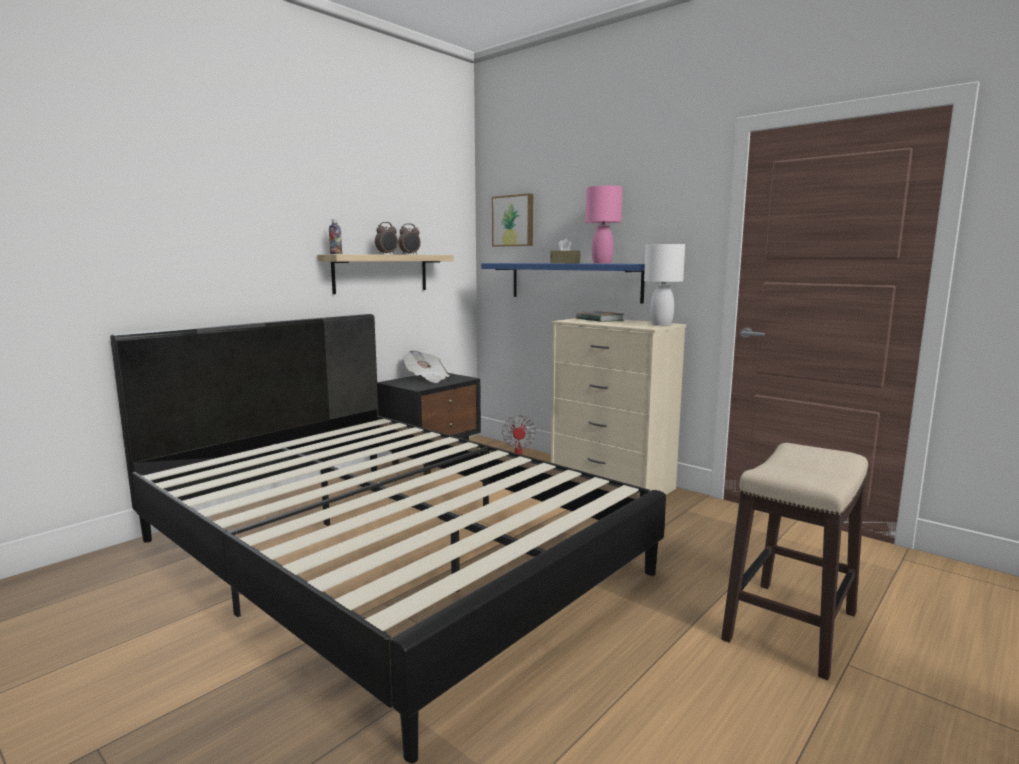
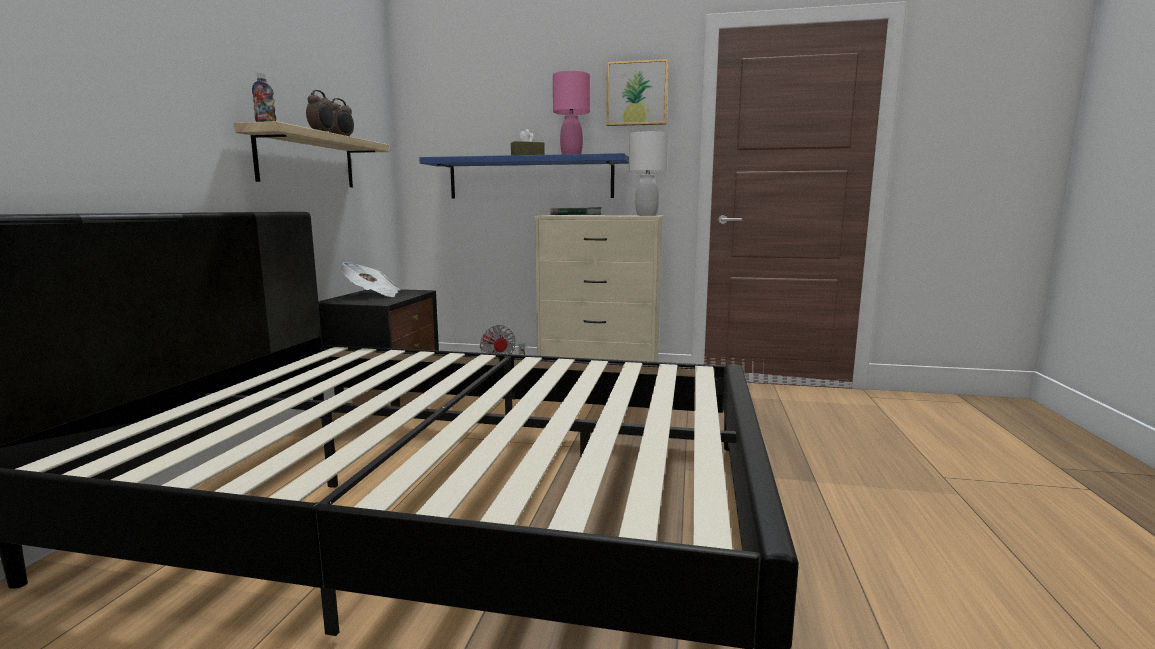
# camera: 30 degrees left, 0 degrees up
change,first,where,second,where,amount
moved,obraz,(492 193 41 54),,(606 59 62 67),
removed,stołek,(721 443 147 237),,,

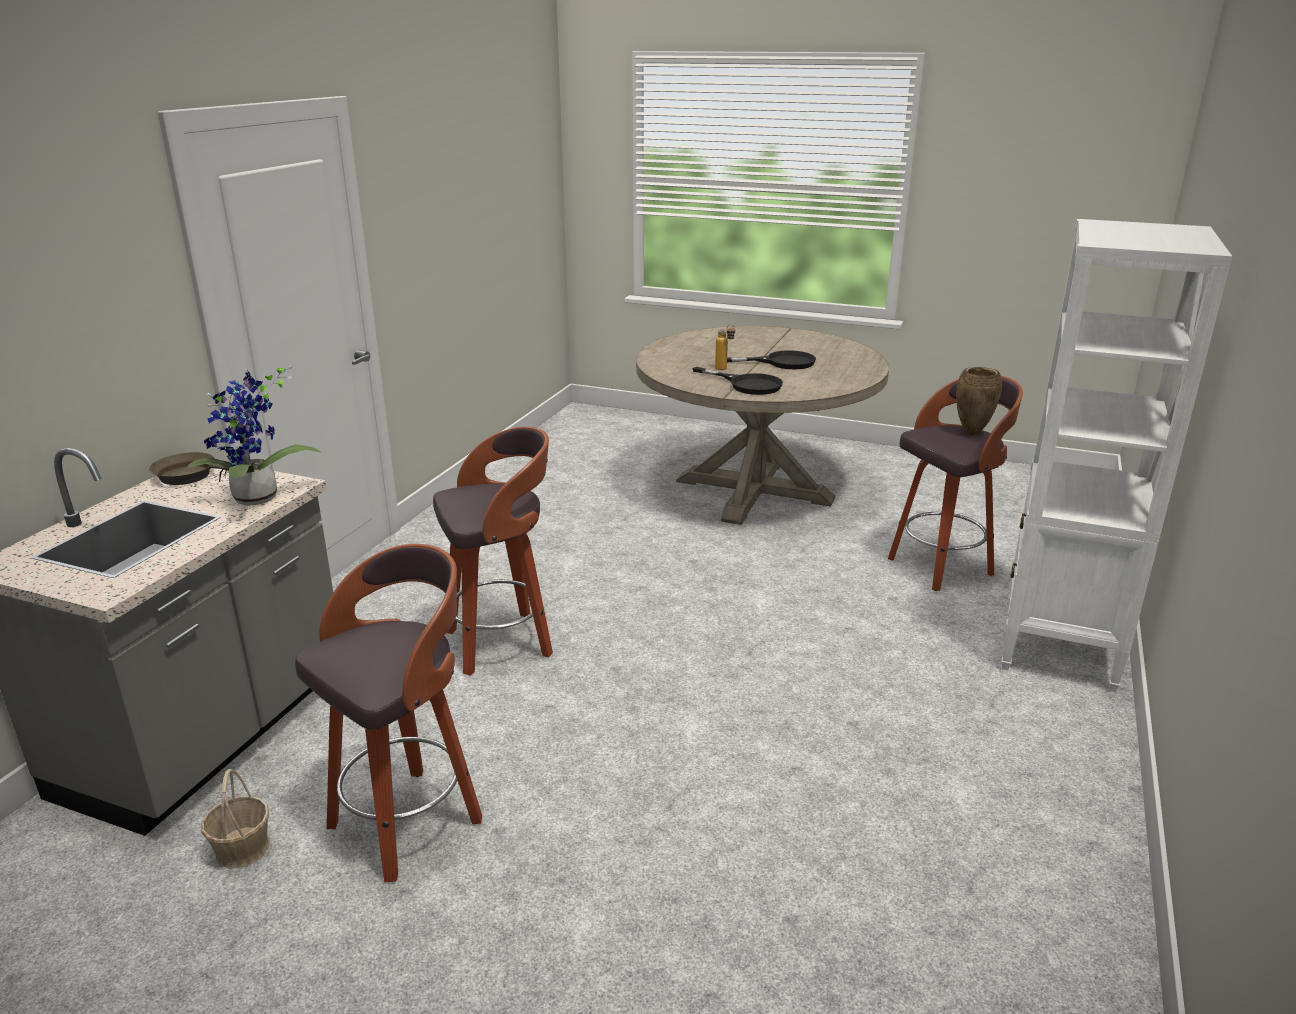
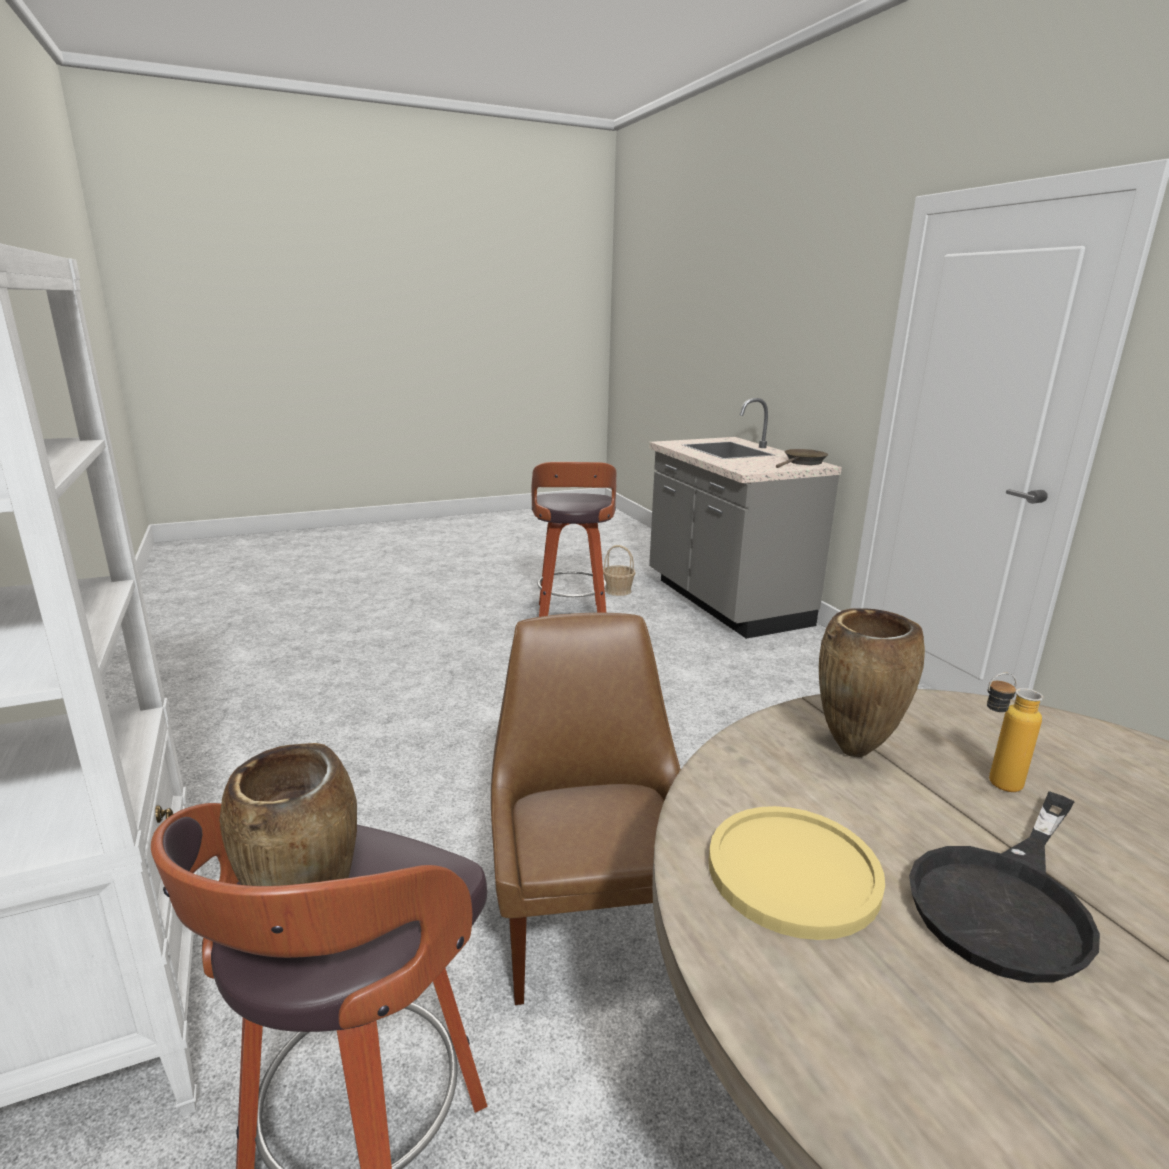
# camera: 135 degrees right, 5 degrees down
change,first,where,second,where,amount
added,,,krzesło/brązowy,(491 613 190 392),
added,,,talerz/żółty,(709 806 176 134),
replaced,patelnia/czarny,(693 367 90 28),wazon/brązowy,(819 608 106 149),
removed,roślina doniczkowa,(186 365 136 141),,,
removed,stołek,(433 426 120 250),,,

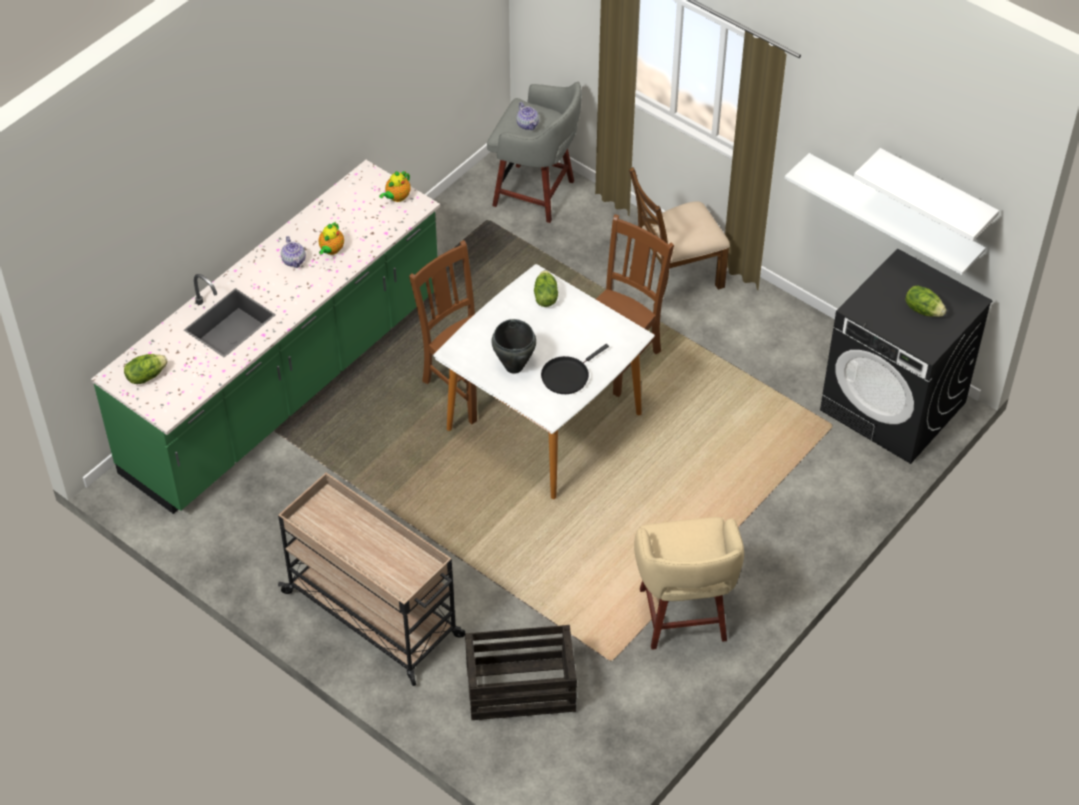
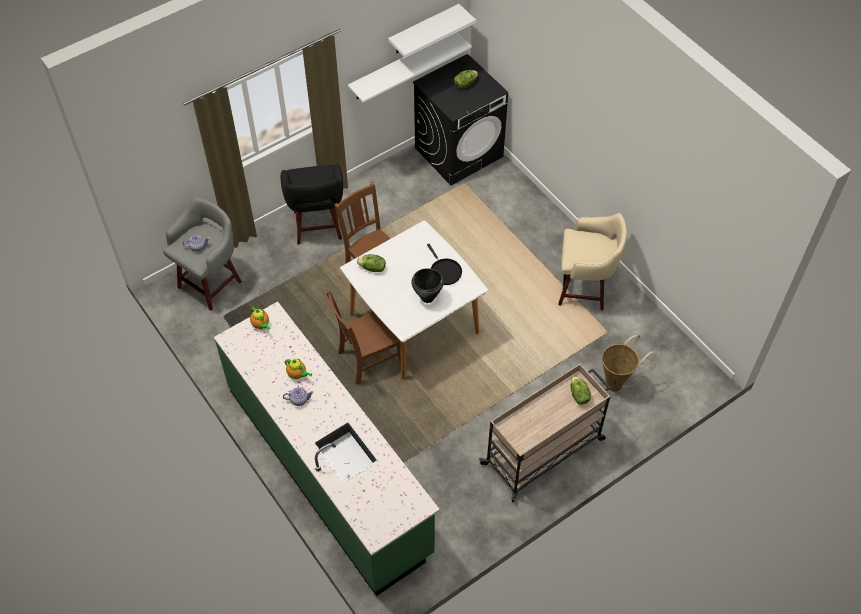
# camera: 75 degrees left, 5 degrees up
change,first,where,second,where,amount
replaced,krzesło/brązowy,(629 167 101 129),stołek/czarny,(281 164 62 81),
moved,sałata,(124 354 44 30),,(571 376 20 29),
replaced,skrzynka,(465 625 112 95),koszyk,(602 334 54 58),

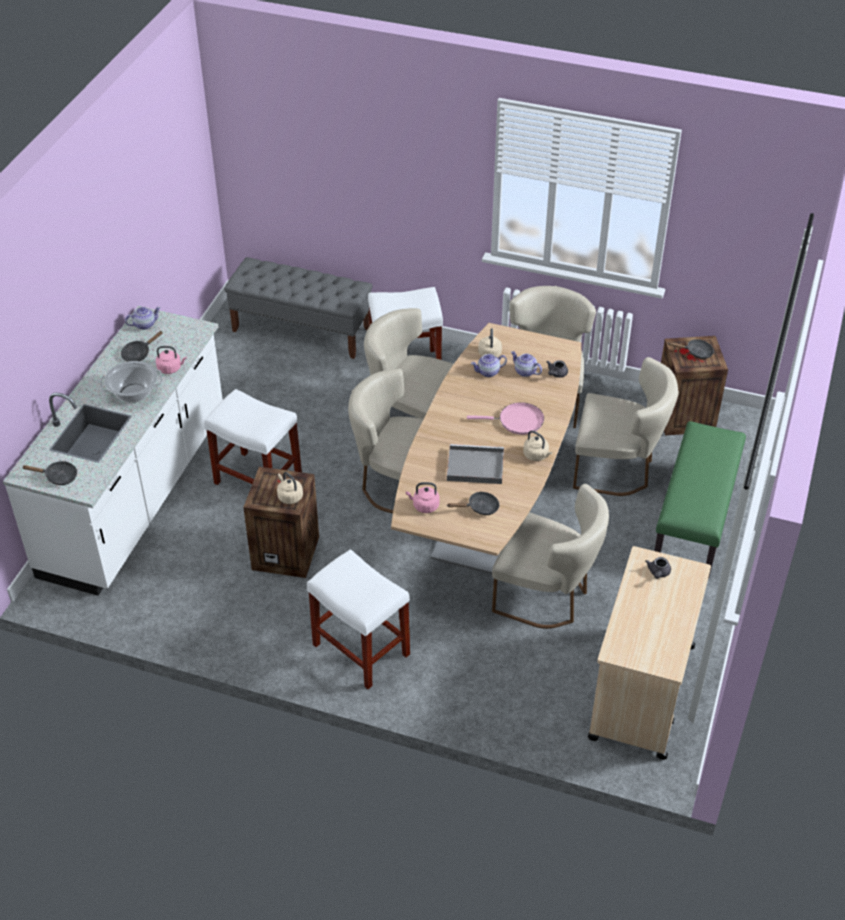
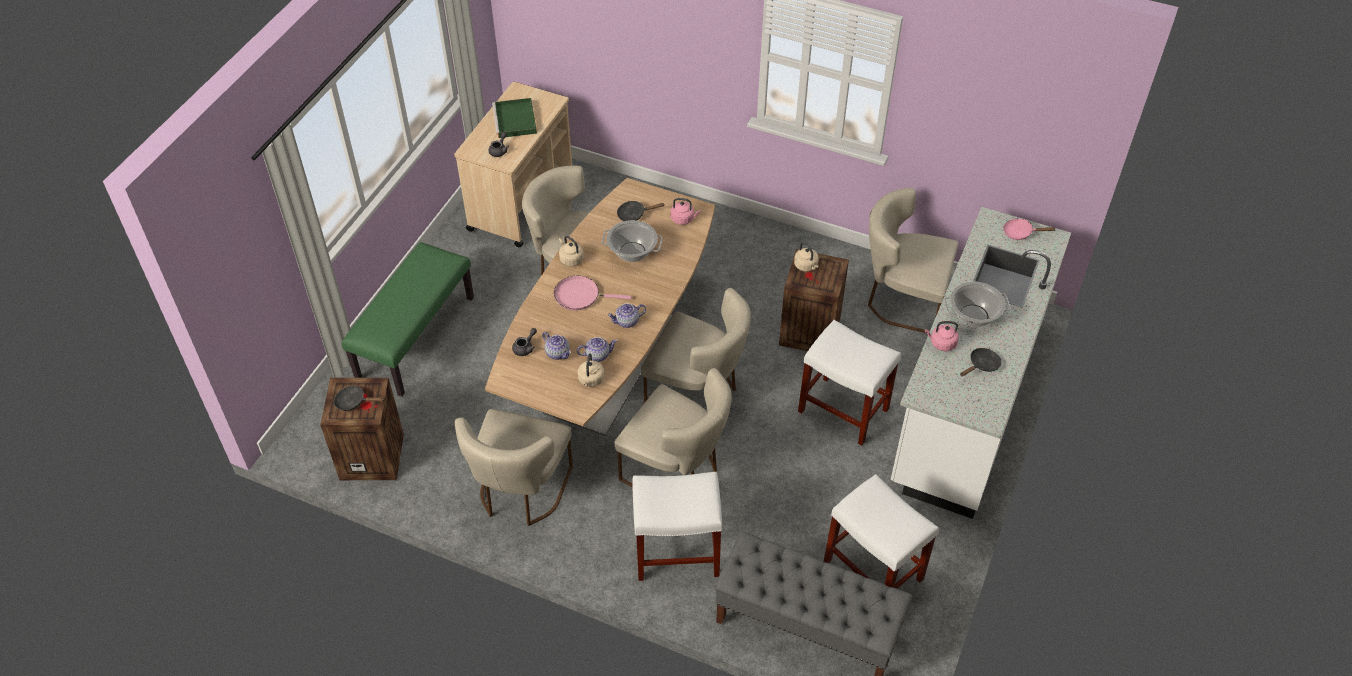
# camera: 175 degrees left, 5 degrees up
change,first,where,second,where,amount
added,,,taca/zielony,(492 98 45 40),
replaced,taca/szary,(447 444 57 40),garnek,(602 220 61 42),
moved,imbryk,(125 307 36 23),,(608 303 38 25),
moved,stołek/biały,(307 549 103 140),,(824 474 115 115),
moved,krzesło/beżowy,(573 357 106 139),,(868 188 90 145),
recoloured,patelnia/czarny,(22 461 55 24),patelnia/różowy,(1003 218 53 22),

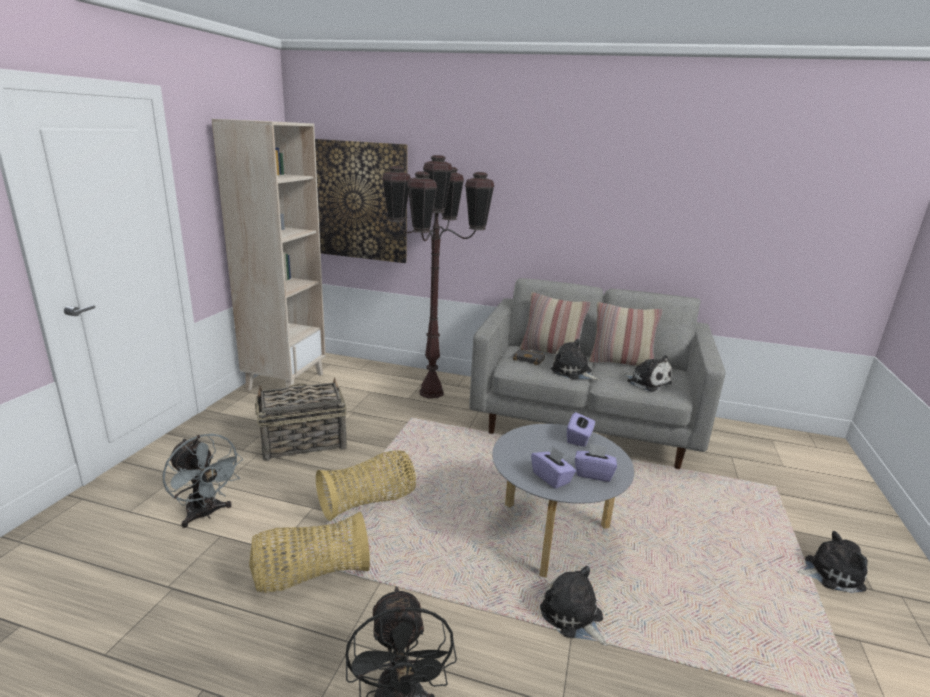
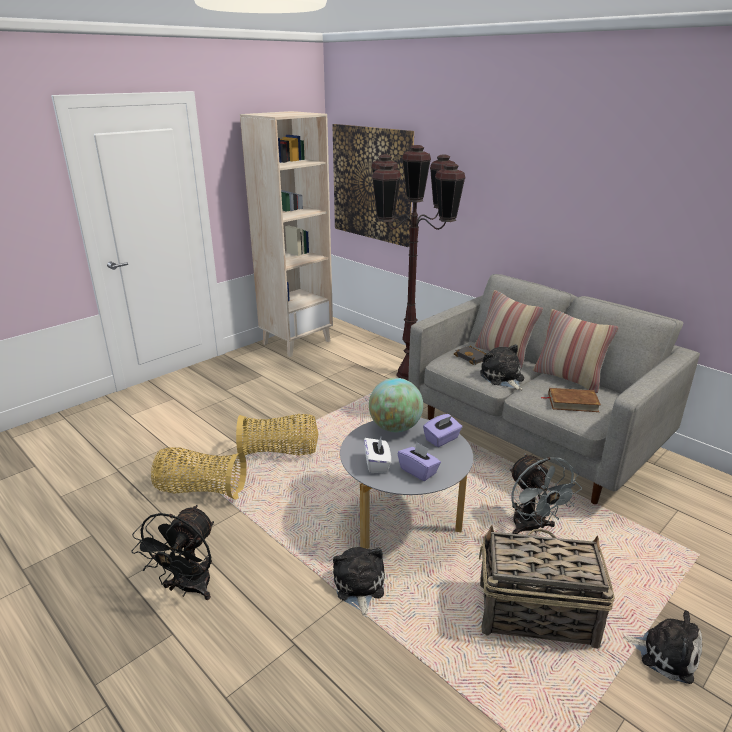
# camera: 30 degrees right, 5 degrees up
change,first,where,second,where,amount
recoloured,pudełko chusteczek/fioletowy,(531 446 45 43),pudełko chusteczek/biały,(364 437 27 36),
added,,,globus,(369 378 54 54),
moved,koszyk,(255 377 91 84),,(479 525 136 124),
moved,wentylator/szary,(162 434 81 94),,(510 453 72 81),
replaced,pluszak,(620 355 52 37),książka/brązowy,(542 388 59 24),

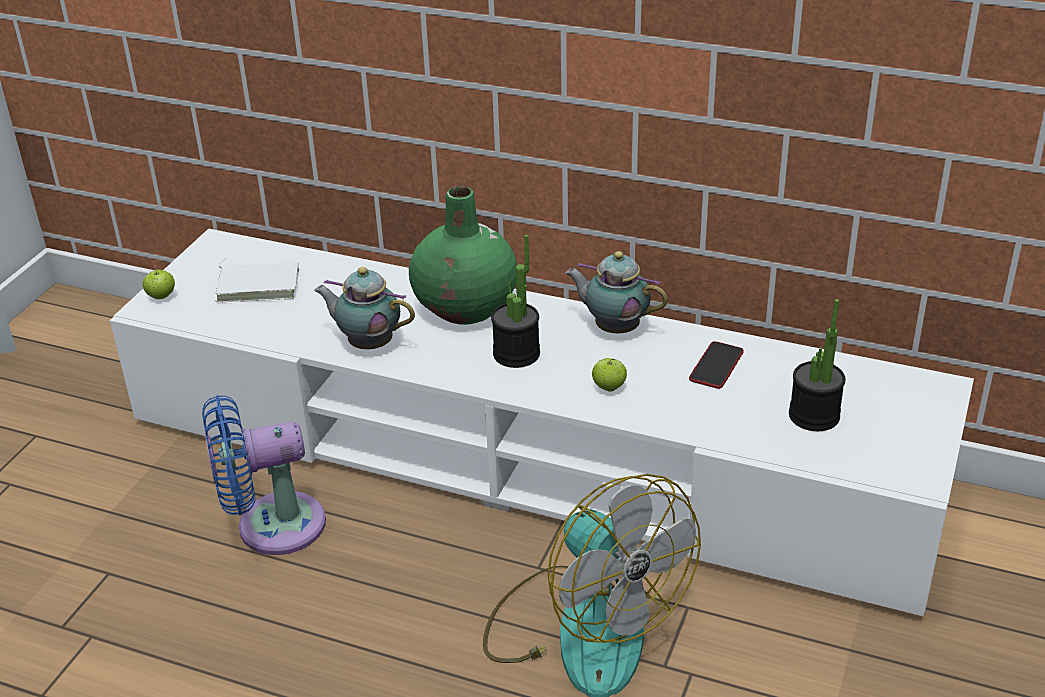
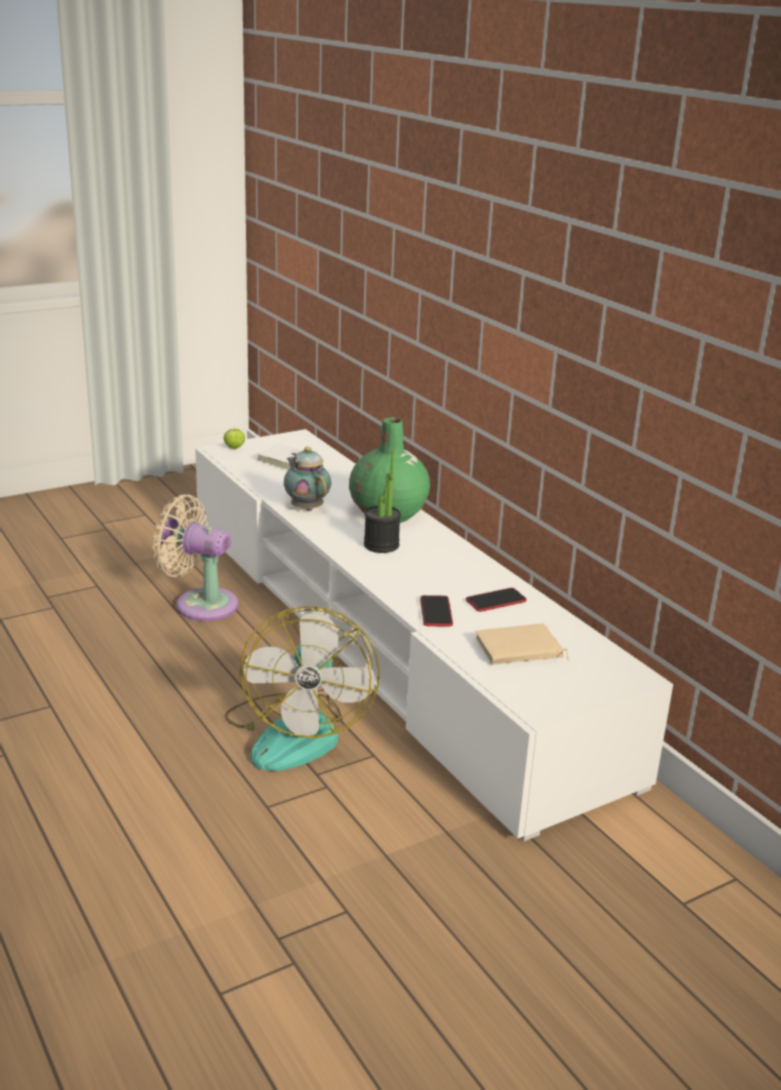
# camera: 35 degrees right, 10 degrees down
change,first,where,second,where,amount
recoloured,wentylator/niebieski,(202 395 124 160),wentylator/beżowy,(152 494 86 127),
added,,,telefon,(420 595 33 32),
replaced,roślina doniczkowa,(789 299 56 132),książka/beżowy,(476 623 94 42),
removed,imbryk,(565 251 103 82),,,
removed,jabłko,(592 358 35 34),,,

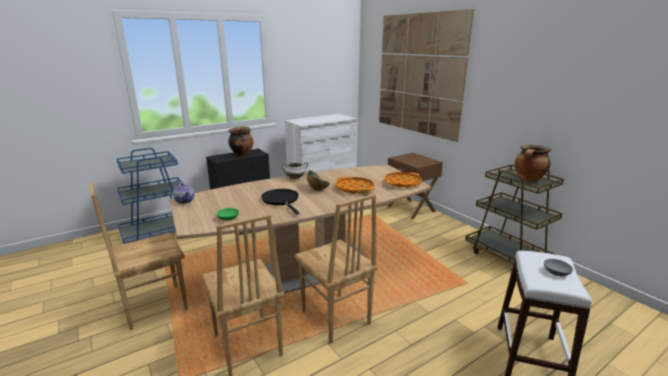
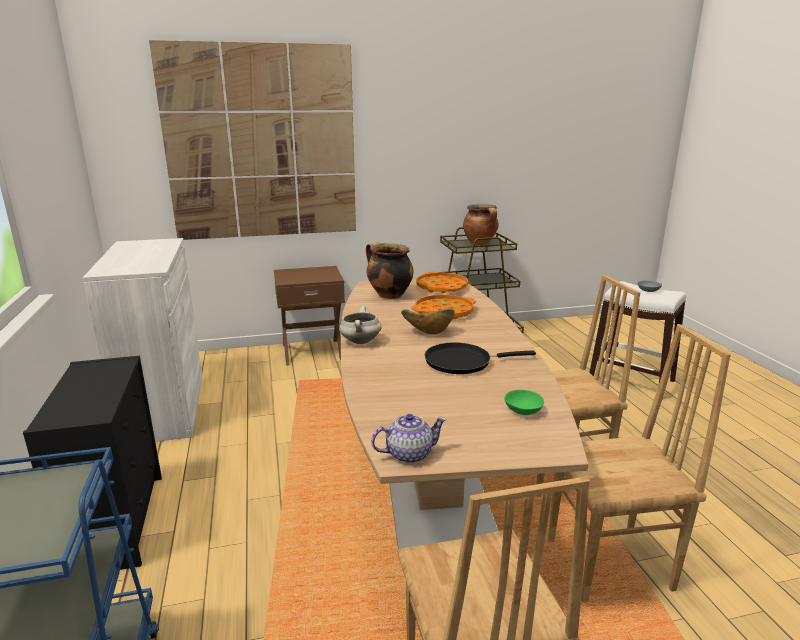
# camera: 70 degrees left, 0 degrees up
change,first,where,second,where,amount
moved,garnek,(228 126 25 30),,(366 243 48 56),

